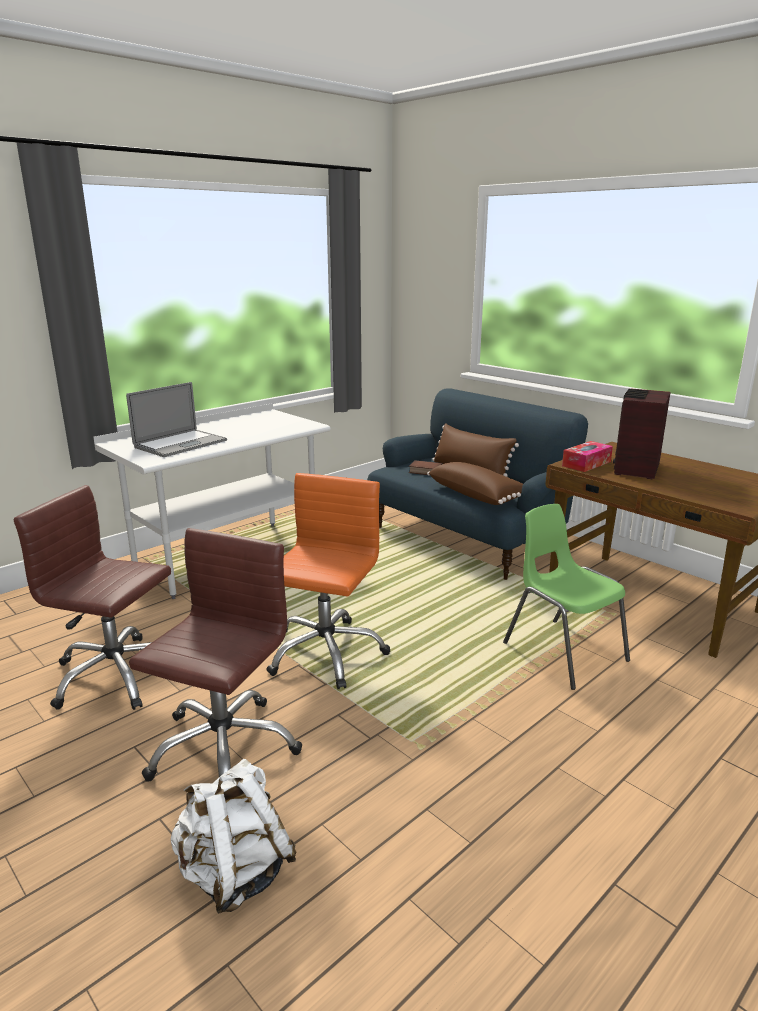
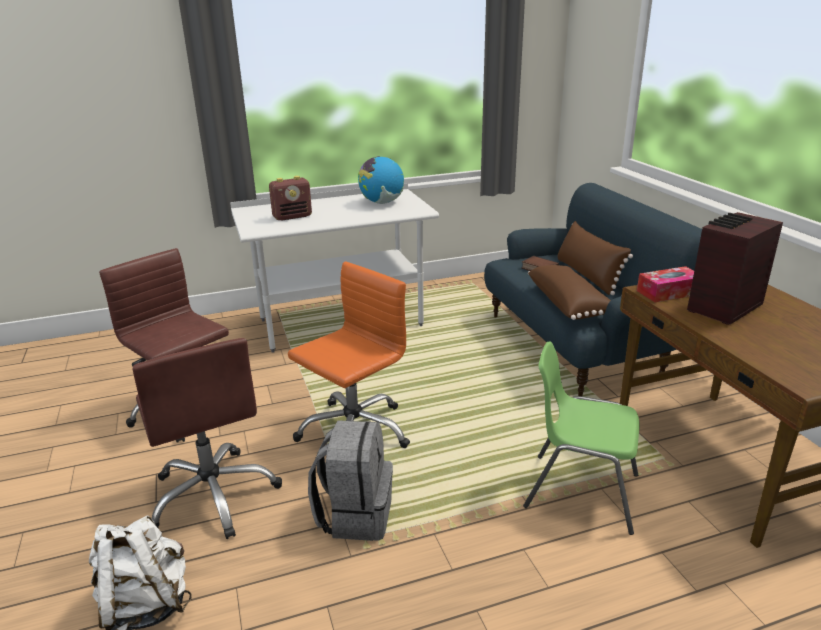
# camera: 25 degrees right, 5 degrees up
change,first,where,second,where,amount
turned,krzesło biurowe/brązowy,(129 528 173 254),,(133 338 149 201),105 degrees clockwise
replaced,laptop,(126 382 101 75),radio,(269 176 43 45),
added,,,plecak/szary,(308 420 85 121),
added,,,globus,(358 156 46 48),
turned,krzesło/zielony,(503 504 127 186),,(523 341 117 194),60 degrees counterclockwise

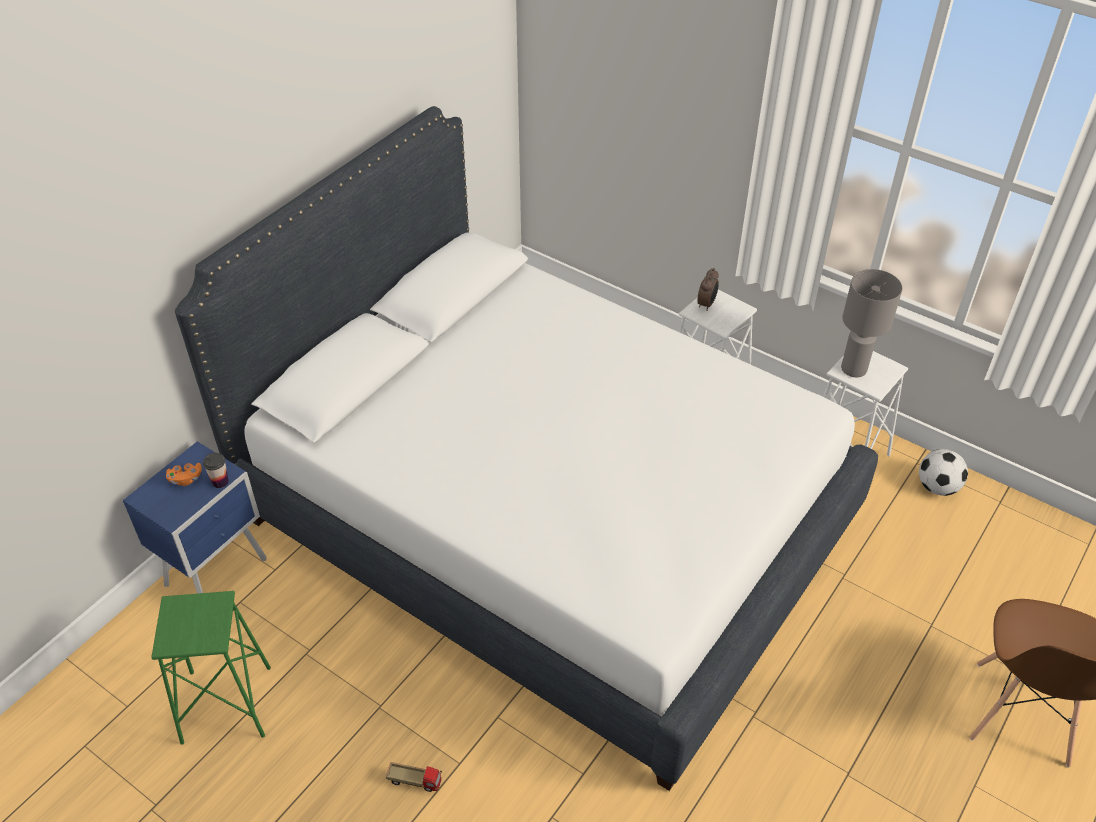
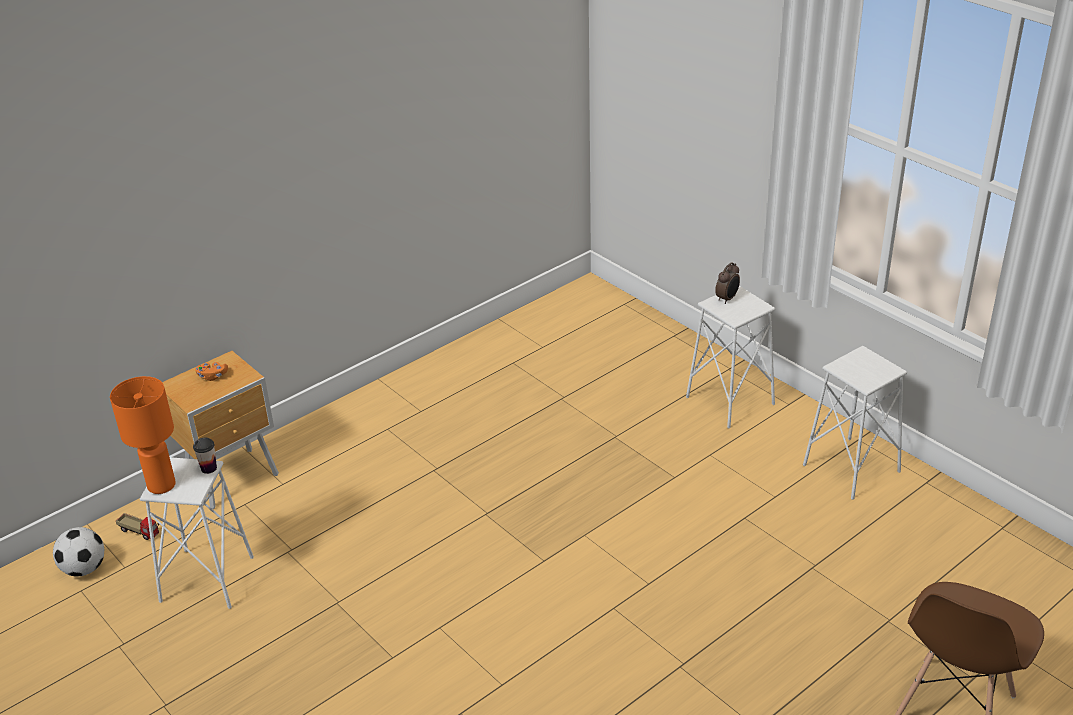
# camera: 15 degrees right, 10 degrees down
change,first,where,second,where,amount
moved,piłka futbolowa,(919 449 49 47),,(53 527 51 49),
added,,,lampa stołowa/pomarańczowy,(110 376 66 118),
moved,ciężarówka zabawkowa,(386 762 56 30),,(116 513 43 27),
recoloured,stołek/zielony,(151 591 120 153),stołek/biały,(140 457 114 152),
recoloured,szafka nocna/niebieski,(123 441 144 153),szafka nocna/brązowy,(162 351 117 158),
moved,filiżanka,(203 453 26 35),,(193 438 24 36),
removed,łóżko/biały,(175 106 703 685),,,
removed,lampa stołowa/szary,(841 269 61 108),,,

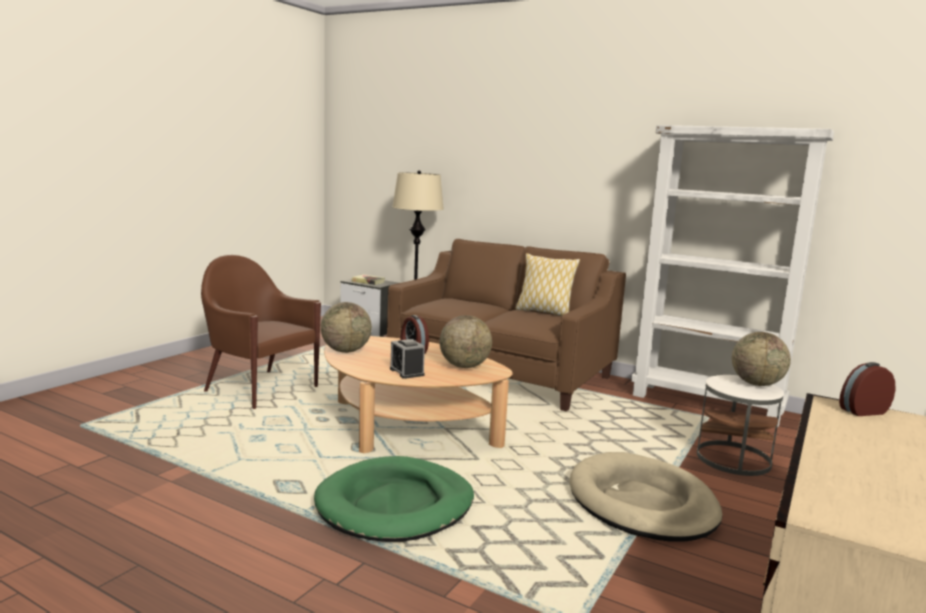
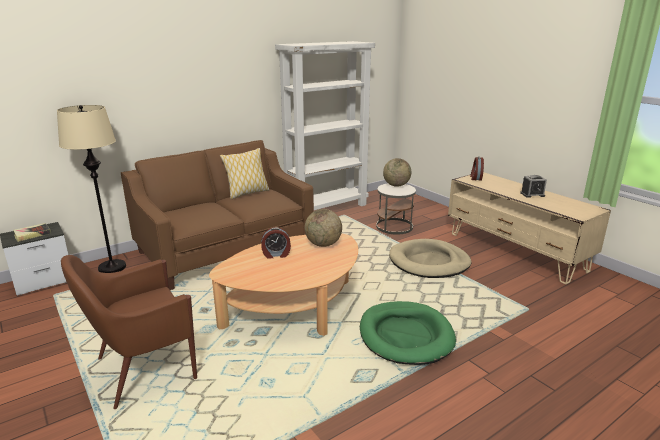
# camera: 65 degrees left, 10 degrees up
change,first,where,second,where,amount
moved,budzik,(390 339 35 40),,(520 175 27 23),
removed,globus,(321 302 51 51),,,

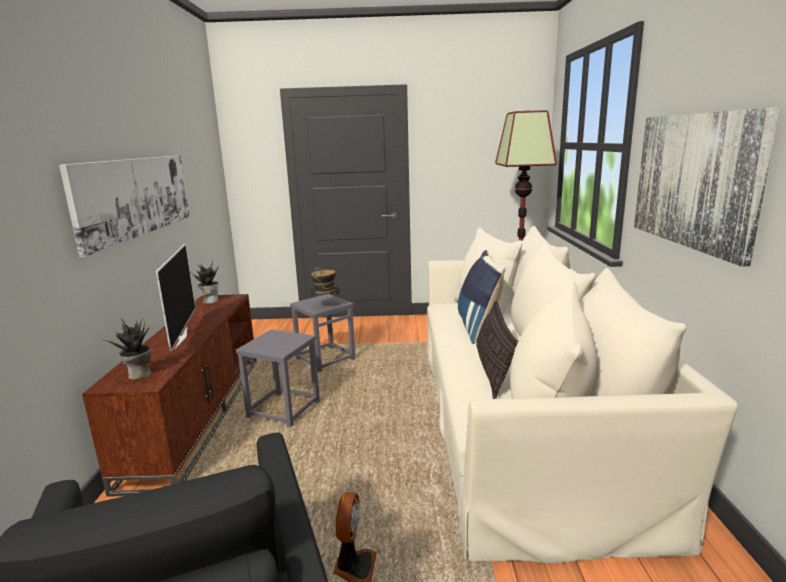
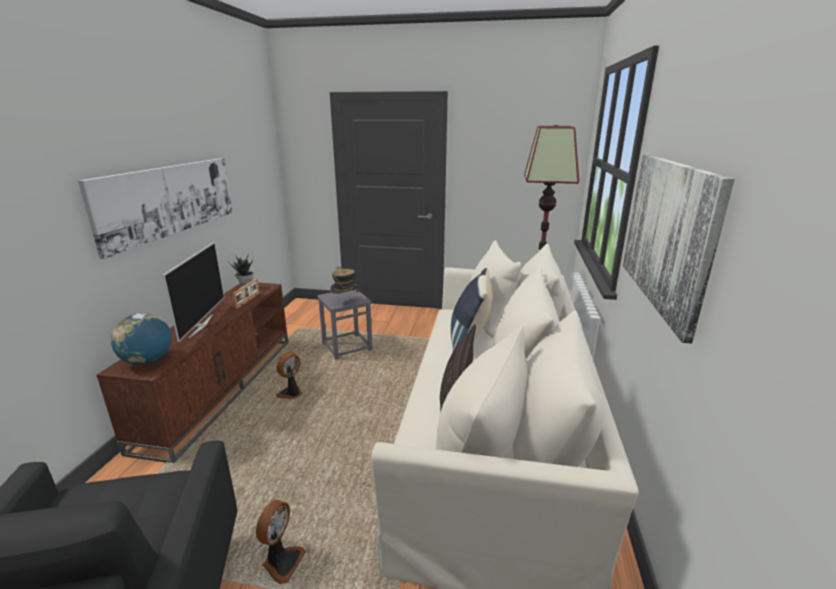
# camera: 10 degrees right, 5 degrees up
change,first,where,second,where,amount
replaced,roślina doniczkowa,(103 318 49 62),globus,(111 313 61 52),
added,,,ramka na zdjęcie,(233 278 27 31),
replaced,stołek/szary,(236 329 84 98),wentylator,(276 352 27 47),

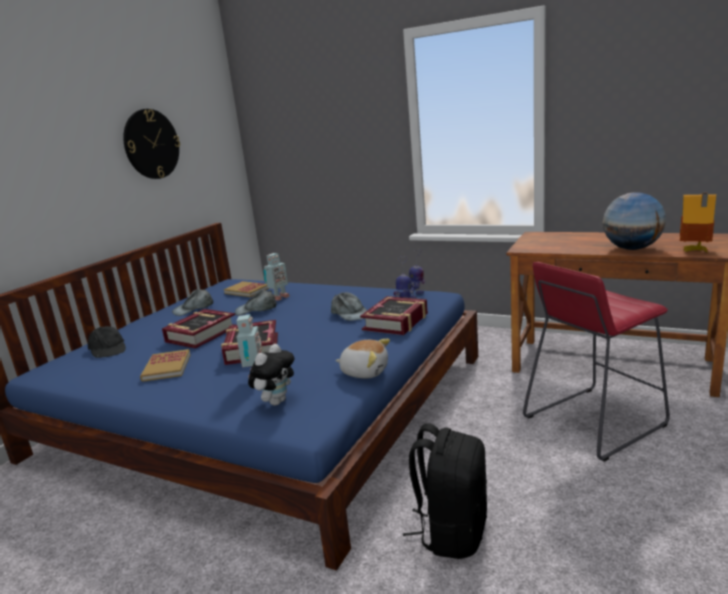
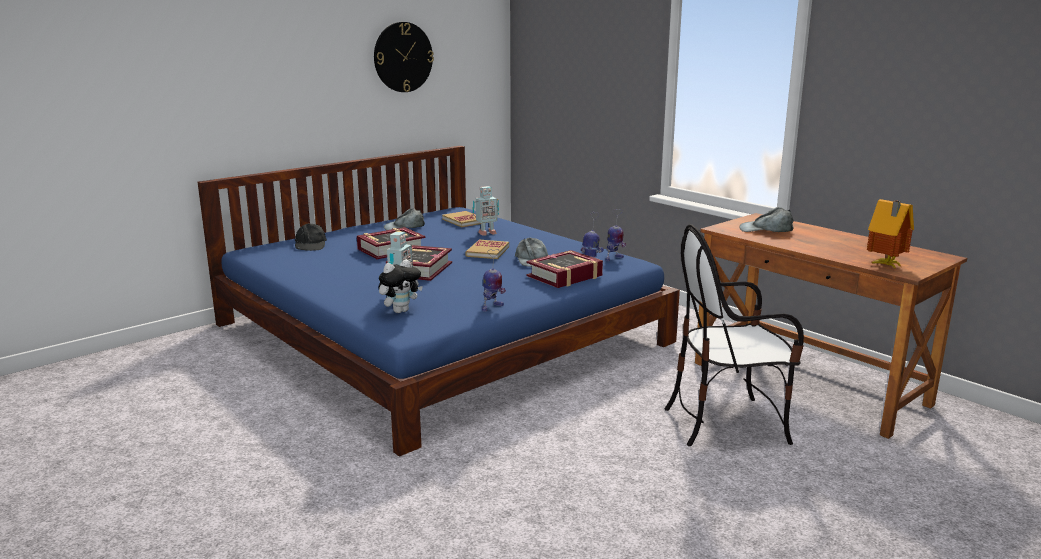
# camera: 20 degrees right, 0 degrees up
change,first,where,second,where,amount
moved,książka,(140 349 50 33),,(465 240 44 19),
replaced,pluszak,(336 339 54 40),robot zabawkowy,(482 249 24 62),
replaced,stołek/czerwony,(523 262 147 200),krzesło,(665 224 139 222),
moved,czapka z daszkiem/szary,(235 290 42 26),,(739 207 55 25),
removed,plecak/czarny,(403 423 84 136),,,
removed,globus,(603 192 63 58),,,

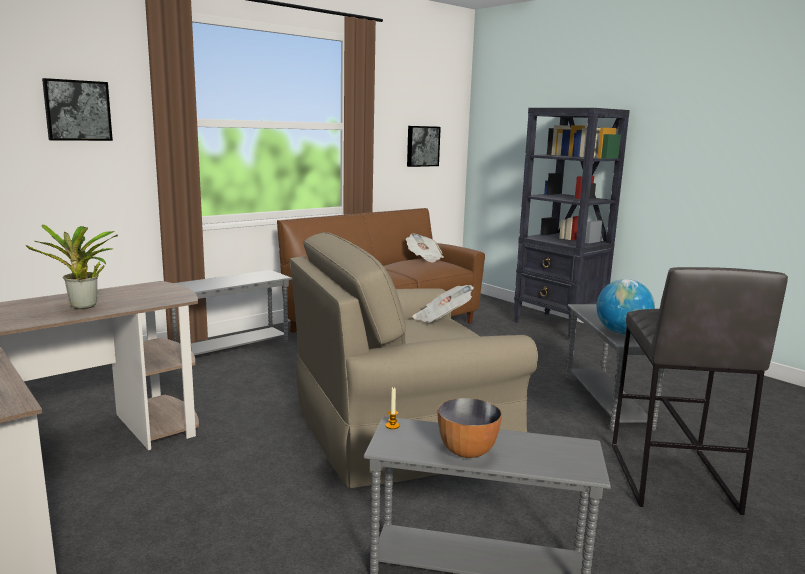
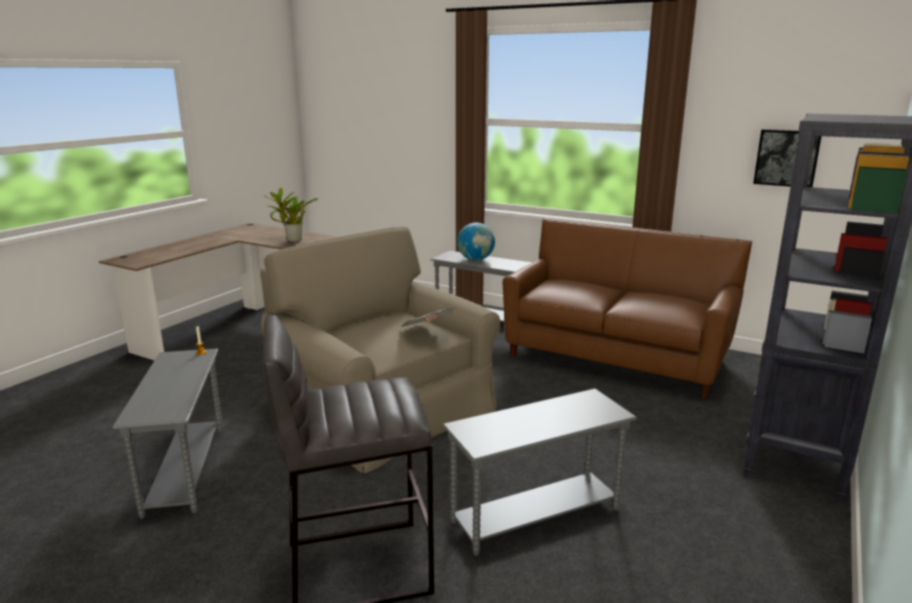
# camera: 70 degrees right, 5 degrees up
change,first,where,second,where,amount
moved,globus,(596 279 59 55),,(457 223 38 38),
removed,obraz,(42 78 71 63),,,
removed,gazeta,(406 234 38 29),,,
removed,miska,(438 398 64 60),,,

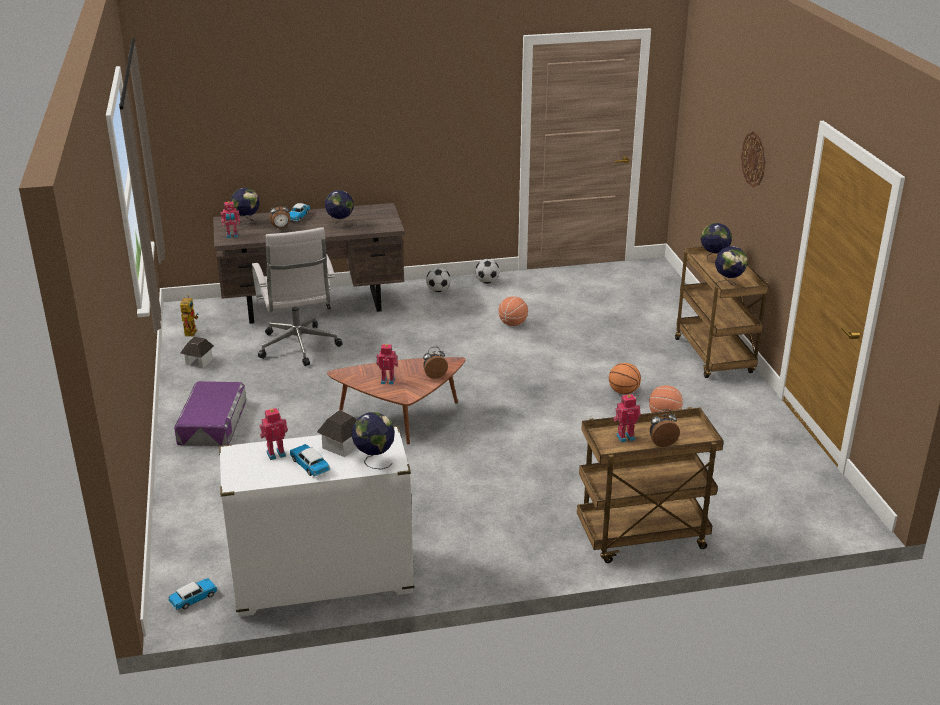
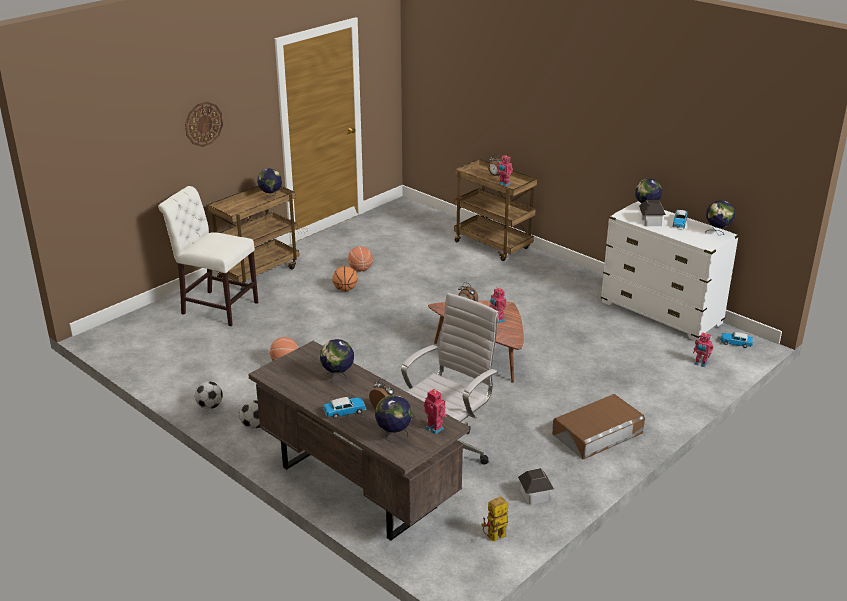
# camera: 125 degrees left, 0 degrees up
change,first,where,second,where,amount
added,,,krzesło/biały,(158 186 100 140),
recoloured,pojemnik do przechowywania/fioletowy,(174 381 72 65),pojemnik do przechowywania/brązowy,(552 394 93 65),
moved,robot zabawkowy,(260 408 28 52),,(693 333 20 34),
moved,globus,(701 223 31 40),,(706 200 29 34),

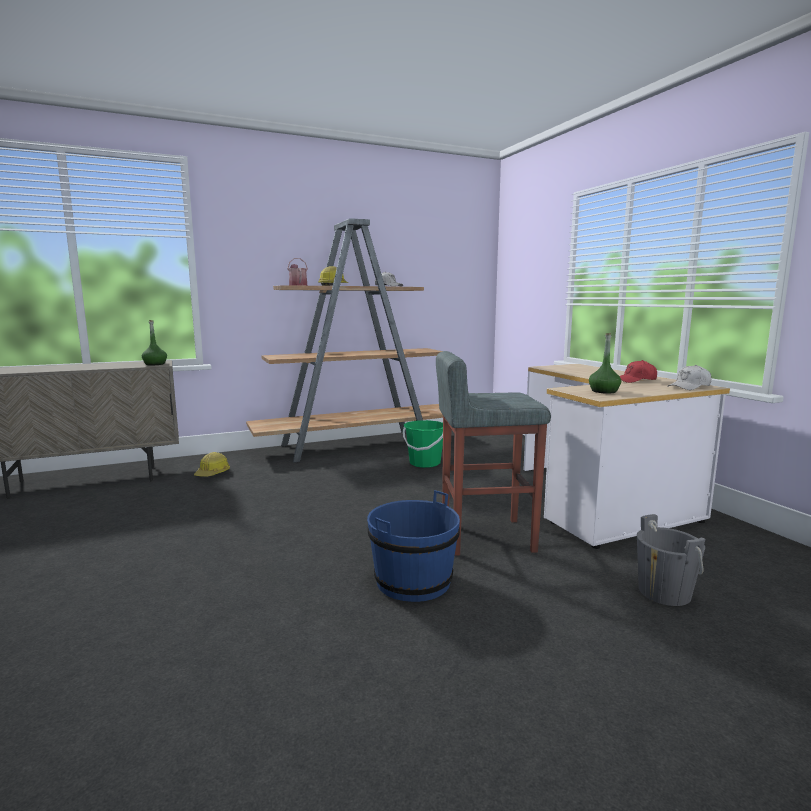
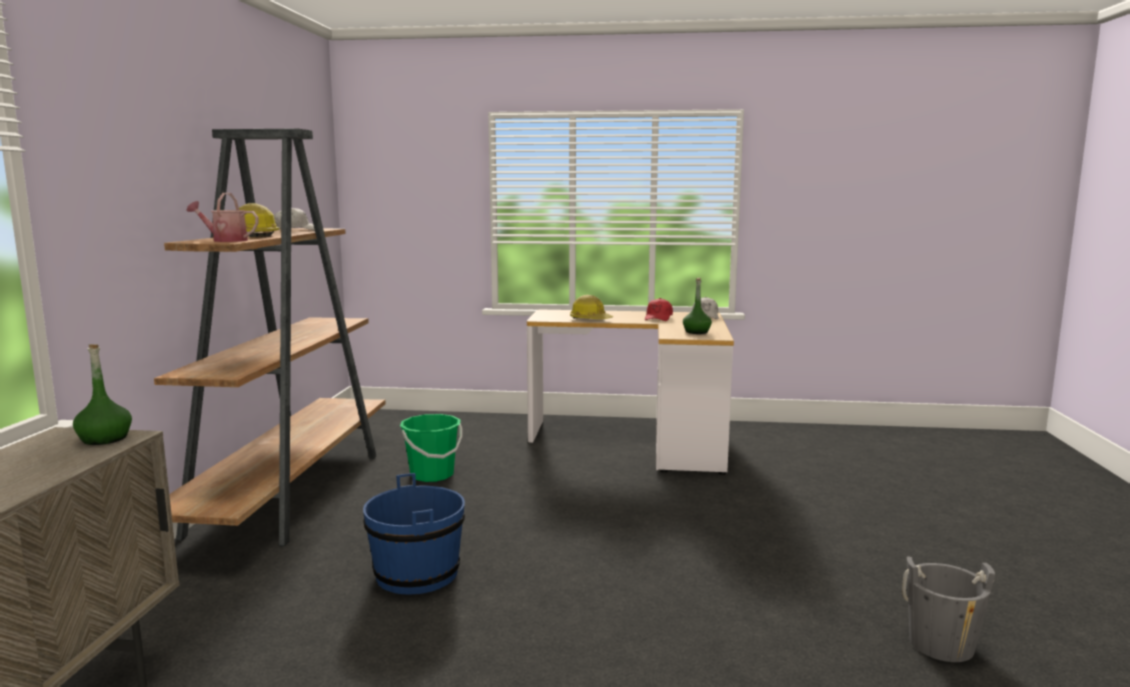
# camera: 60 degrees left, 0 degrees up
change,first,where,second,where,amount
moved,wiadro/niebieski,(367 490 93 112),,(363 473 102 122),
moved,kask,(194 452 36 25),,(570 295 43 24),
moved,wiadro/szary,(637 514 68 92),,(902 556 93 106),
removed,stołek/szary,(436 351 115 205),,,

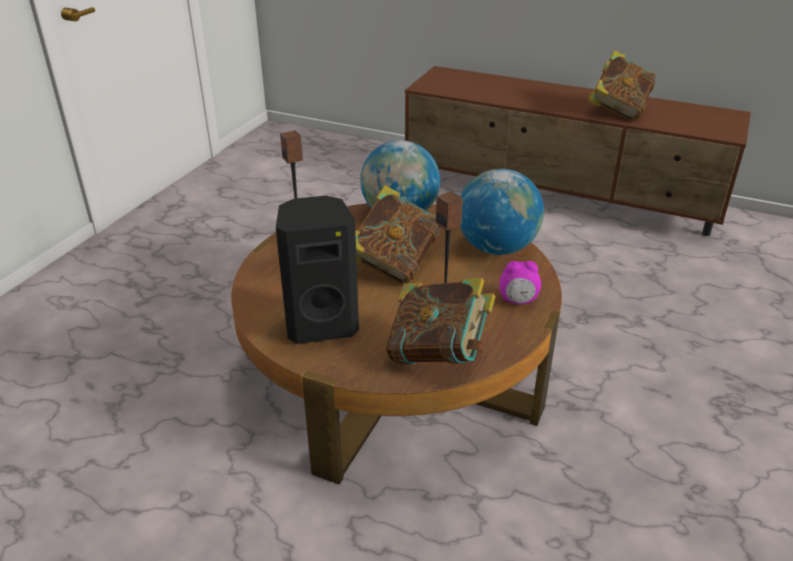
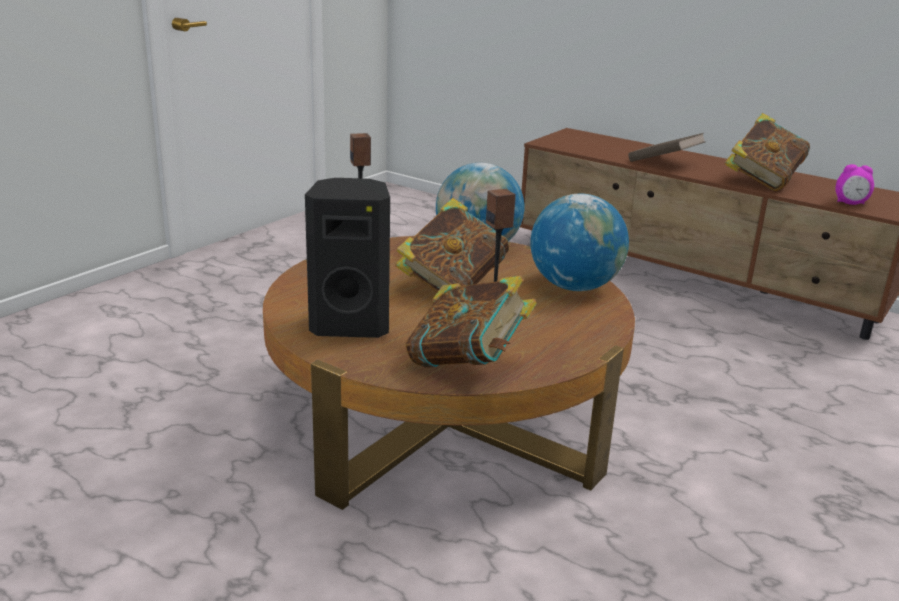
# camera: 10 degrees right, 10 degrees down
change,first,where,second,where,amount
added,,,książka/brązowy,(629 133 77 29),
moved,budzik,(500 261 41 44),,(835 164 39 41),

